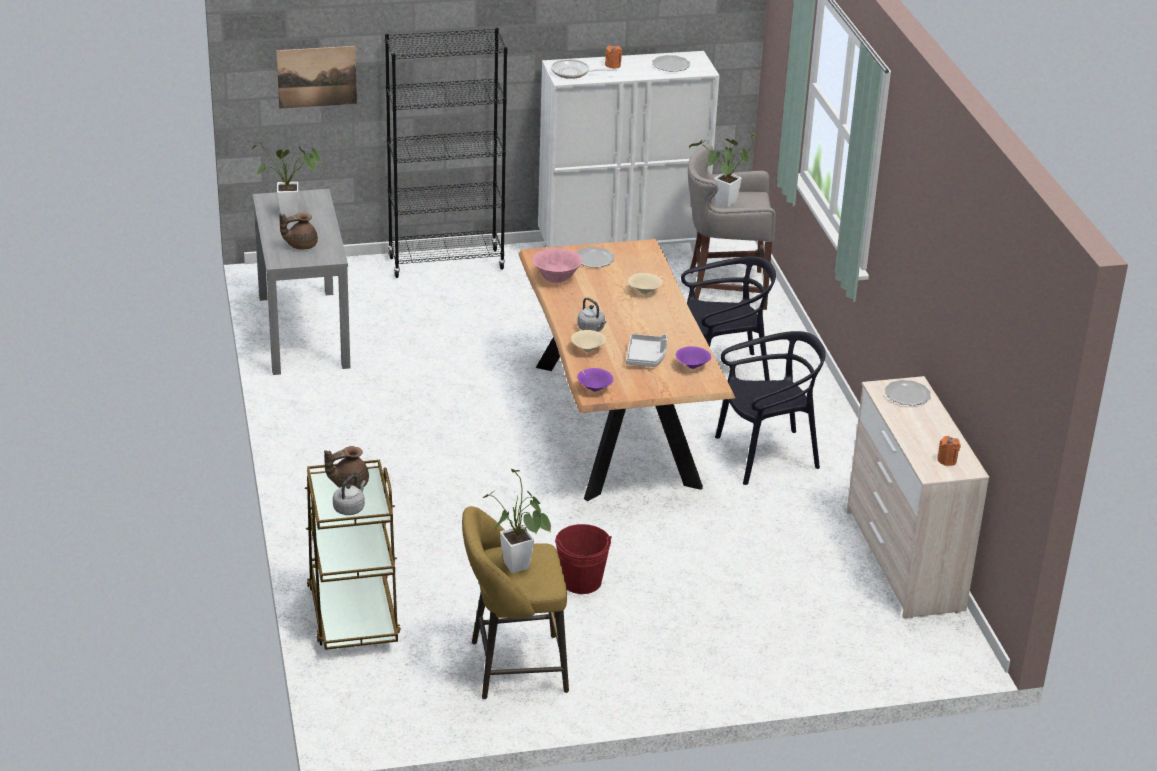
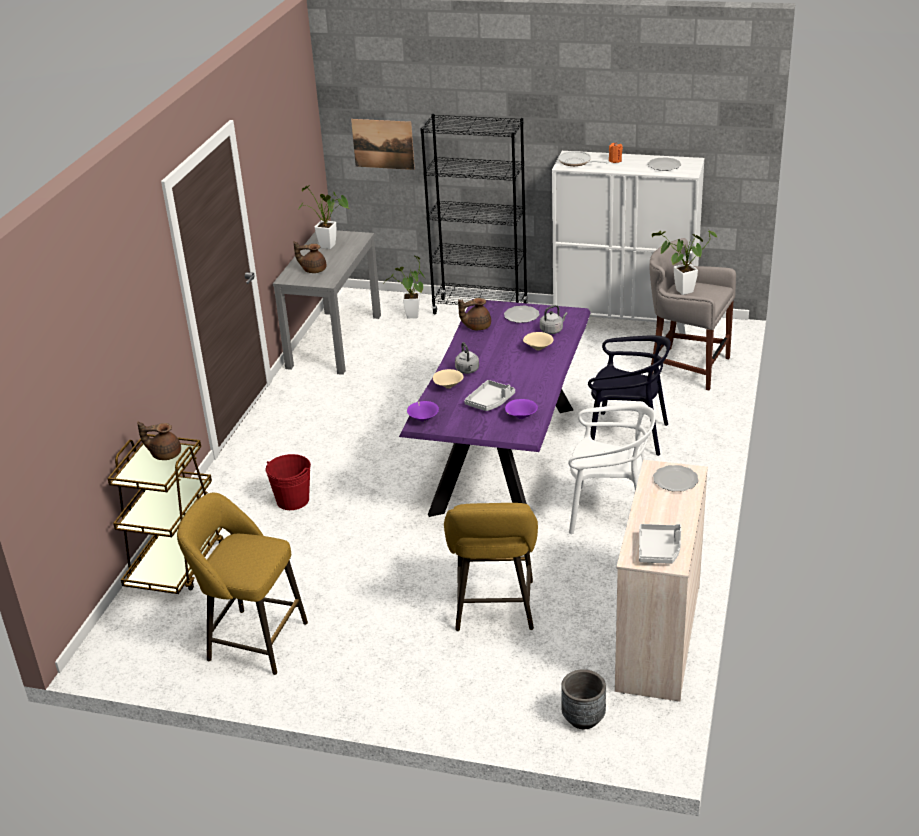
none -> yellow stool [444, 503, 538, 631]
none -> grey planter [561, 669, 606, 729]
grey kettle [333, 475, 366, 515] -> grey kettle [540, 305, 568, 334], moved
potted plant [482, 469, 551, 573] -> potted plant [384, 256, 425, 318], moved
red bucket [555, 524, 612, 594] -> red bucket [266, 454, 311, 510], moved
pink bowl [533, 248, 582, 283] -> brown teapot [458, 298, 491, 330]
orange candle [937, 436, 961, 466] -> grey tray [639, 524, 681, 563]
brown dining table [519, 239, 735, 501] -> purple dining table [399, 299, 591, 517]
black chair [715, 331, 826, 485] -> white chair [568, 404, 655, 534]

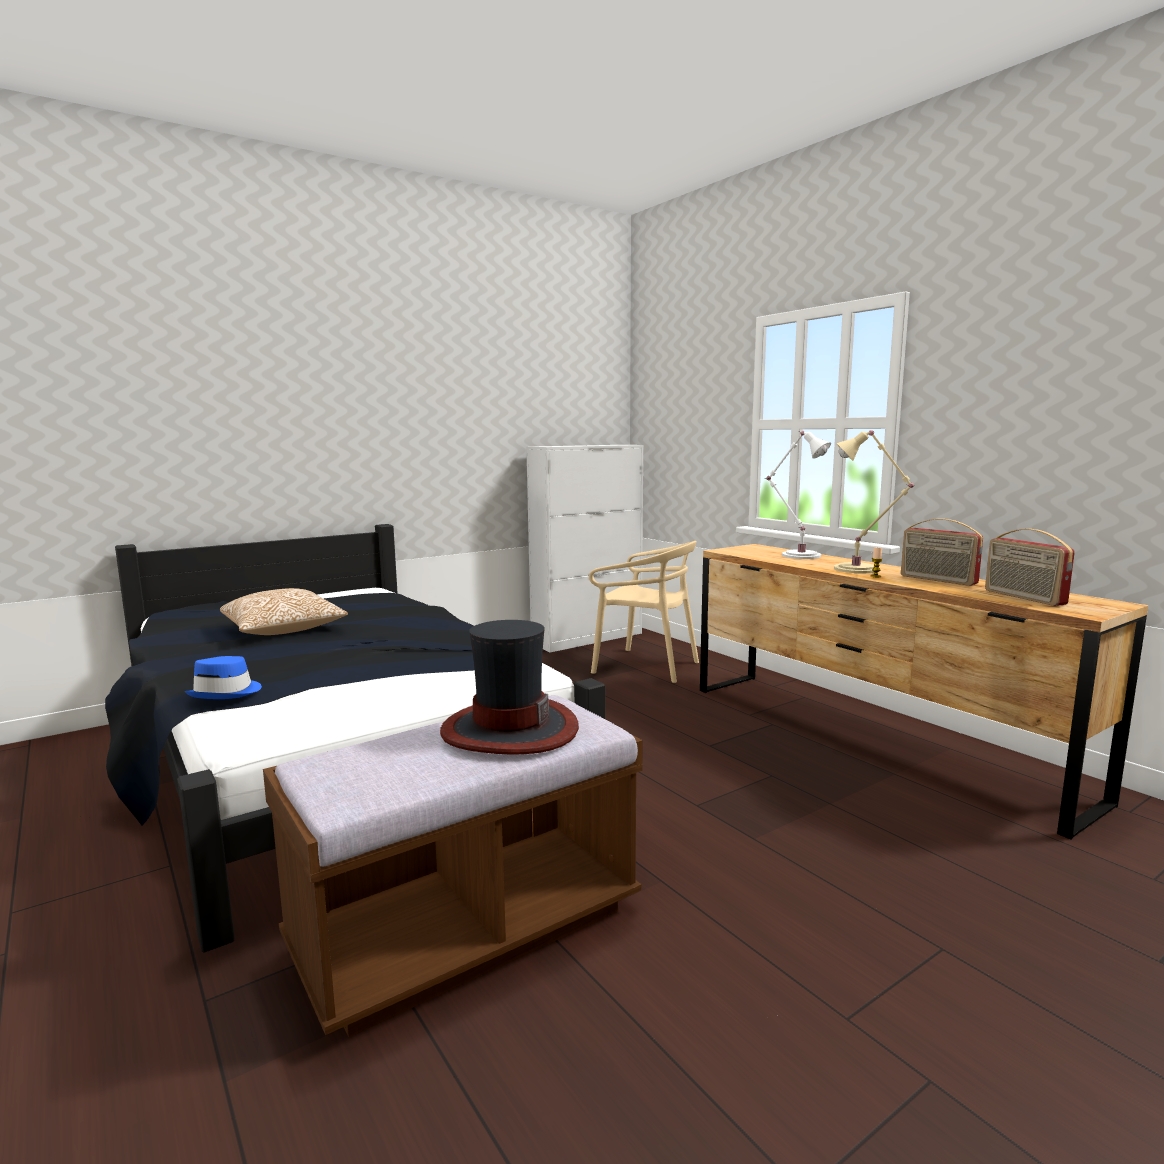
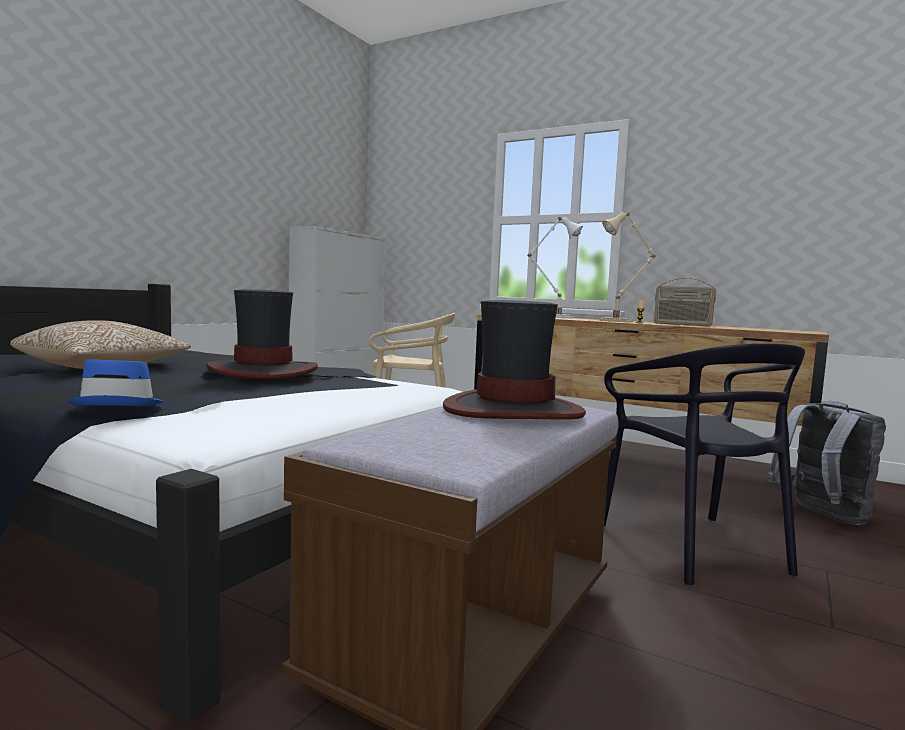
radio [985, 529, 1075, 606] -> none
none -> hat [207, 289, 318, 379]
none -> black chair [604, 344, 805, 585]
none -> grey backpack [767, 401, 886, 525]

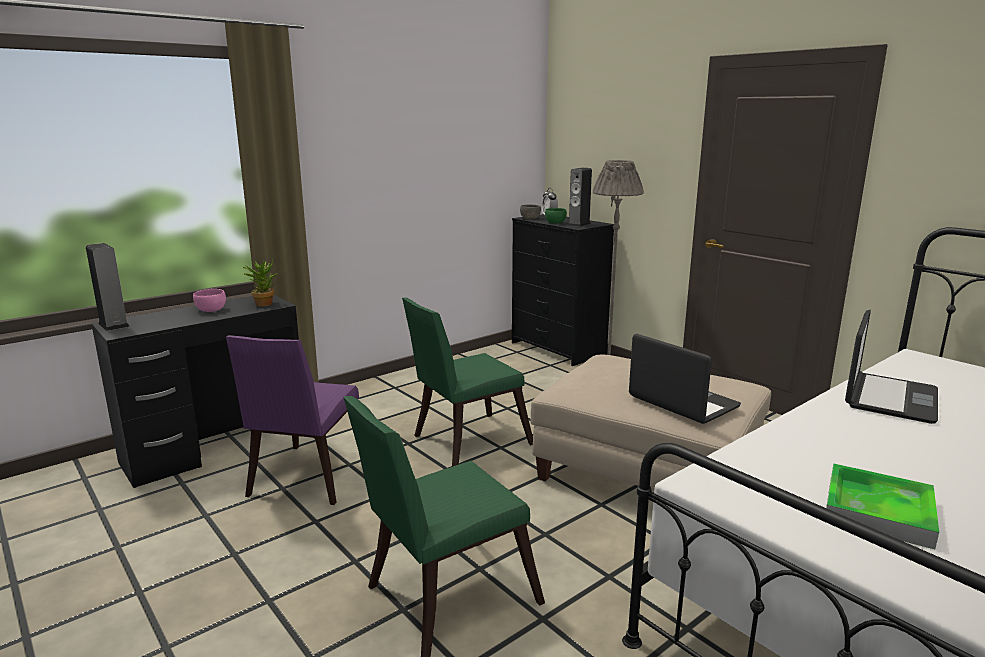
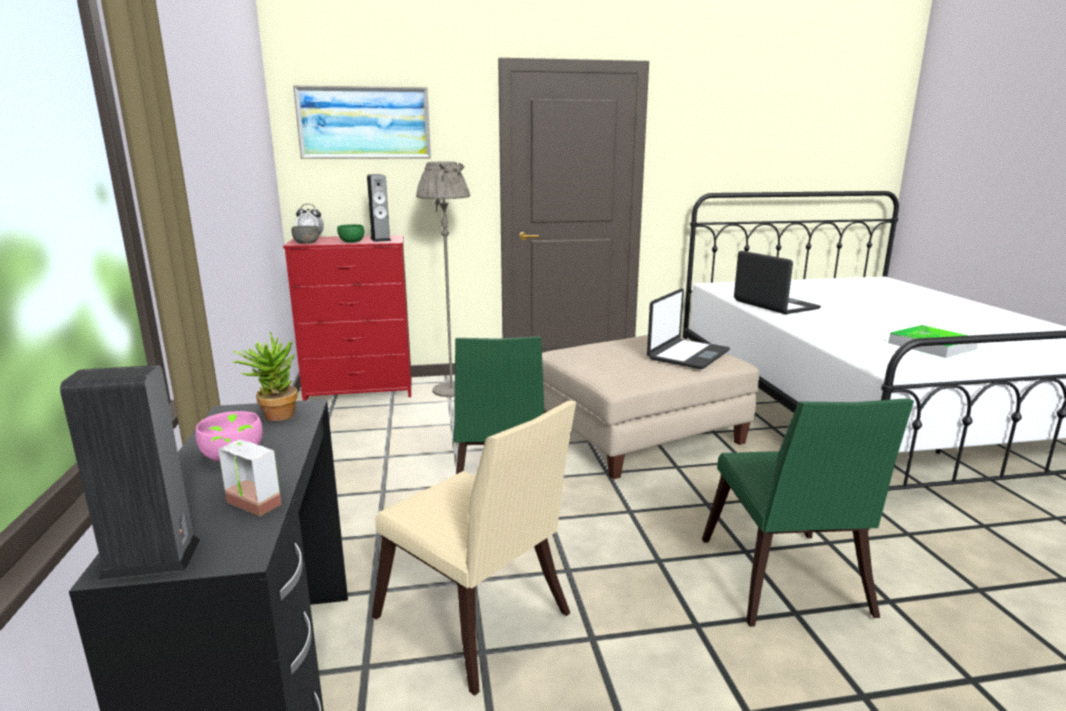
none -> potted plant [209, 414, 281, 516]
none -> picture [293, 85, 431, 159]
purple chair [226, 335, 359, 505] -> beige chair [372, 401, 576, 696]
black dresser [512, 214, 614, 366] -> red dresser [283, 235, 412, 401]
laptop [629, 334, 741, 424] -> laptop [647, 288, 730, 369], 135 degrees clockwise

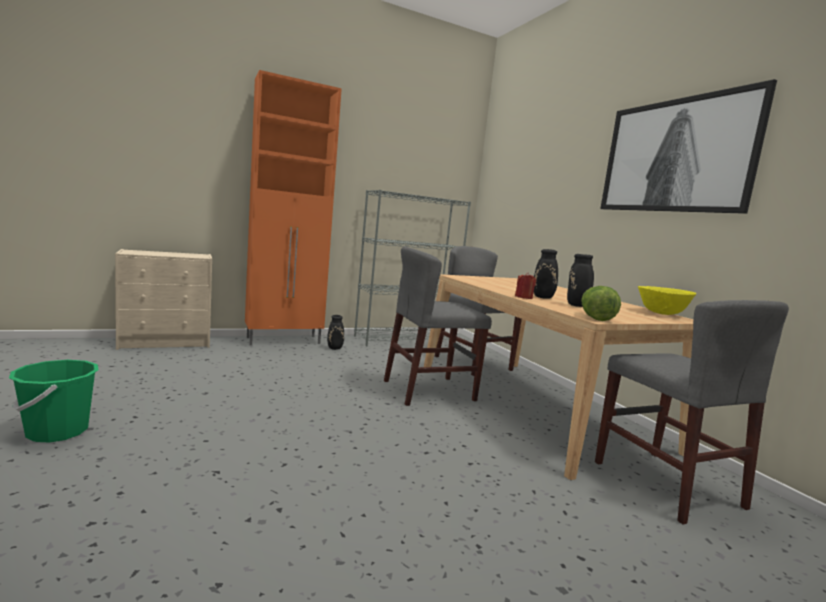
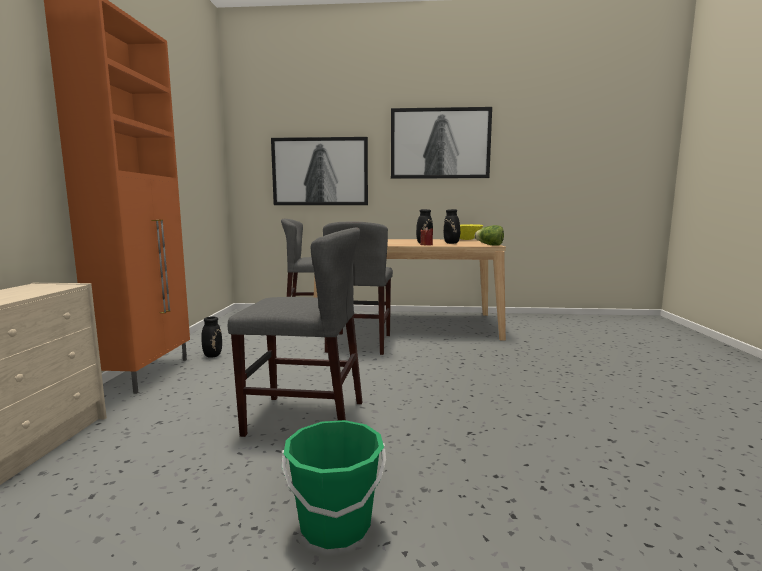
grey bookcase [354, 190, 471, 346] -> none
none -> picture [271, 137, 368, 205]
grey chair [595, 300, 789, 525] -> grey chair [228, 228, 362, 437], moved

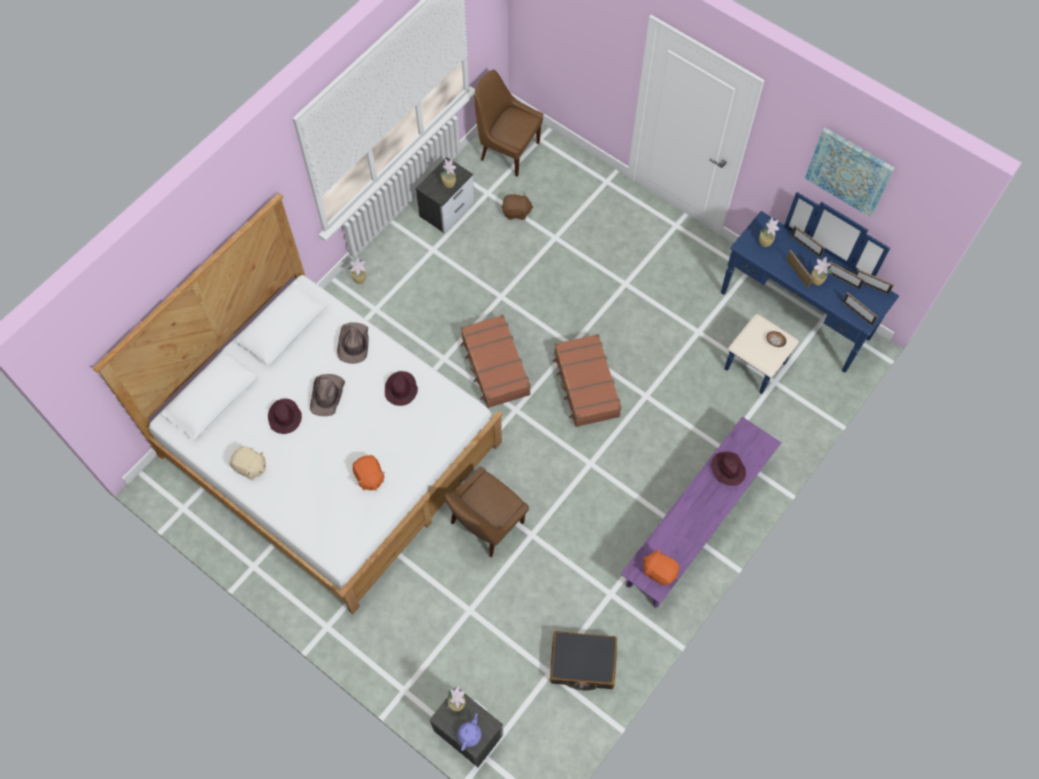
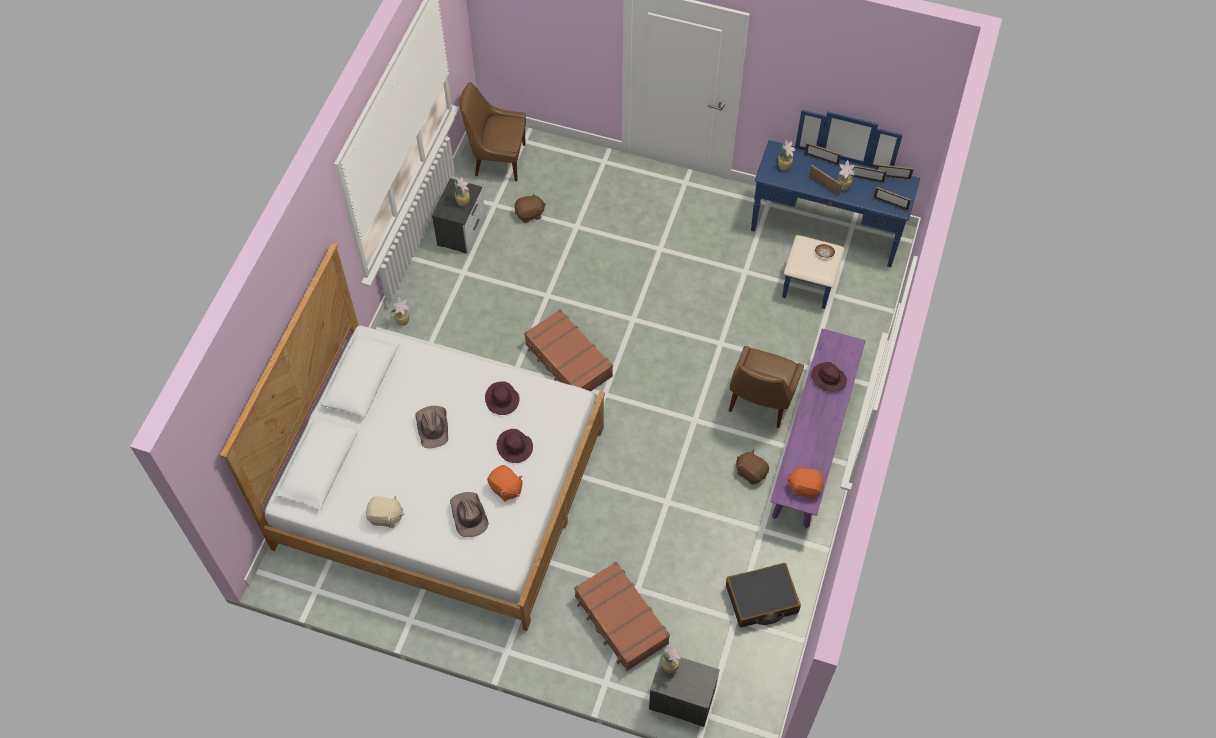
purple teapot [457, 713, 481, 751] -> none
picture [805, 128, 894, 217] -> none
none -> brown plush toy [736, 449, 769, 484]
purple hat [268, 399, 302, 434] -> purple hat [497, 429, 533, 463], moved
brown hat [337, 322, 369, 364] -> brown hat [450, 492, 489, 537], moved
brown chair [444, 467, 529, 557] -> brown chair [729, 346, 804, 428], moved
brown suitcase [553, 334, 622, 427] -> brown suitcase [574, 561, 670, 671], moved

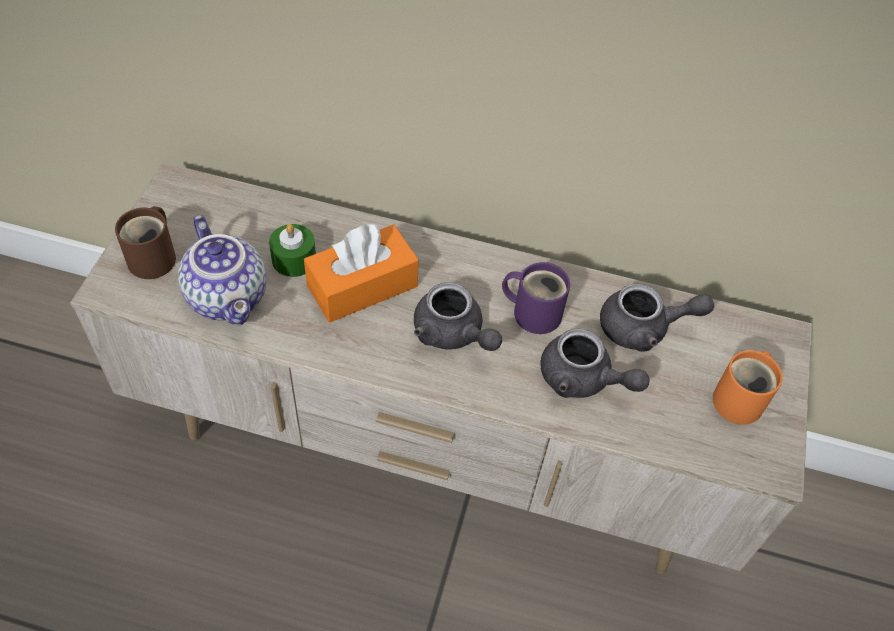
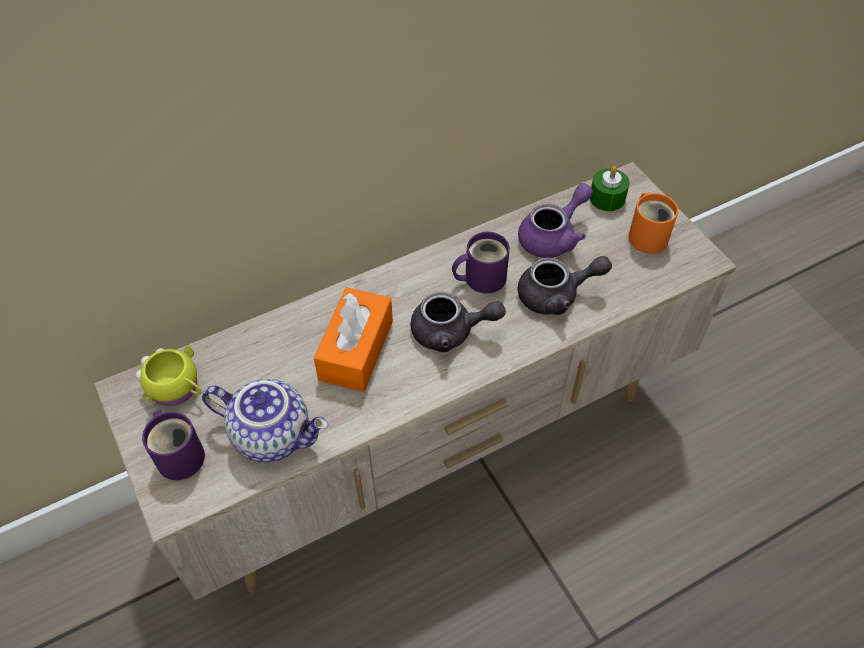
none -> yellow mug [135, 346, 202, 406]
green candle [269, 224, 316, 277] -> green candle [590, 166, 630, 211], moved
brown mug [115, 206, 176, 279] -> purple mug [142, 410, 205, 480]
grey teapot [600, 284, 714, 352] -> purple teapot [518, 183, 593, 258]

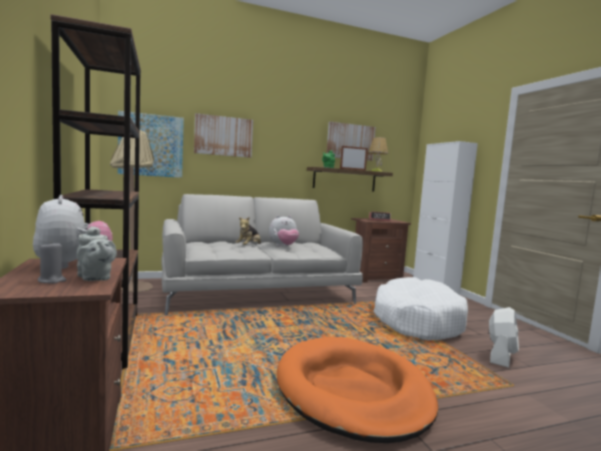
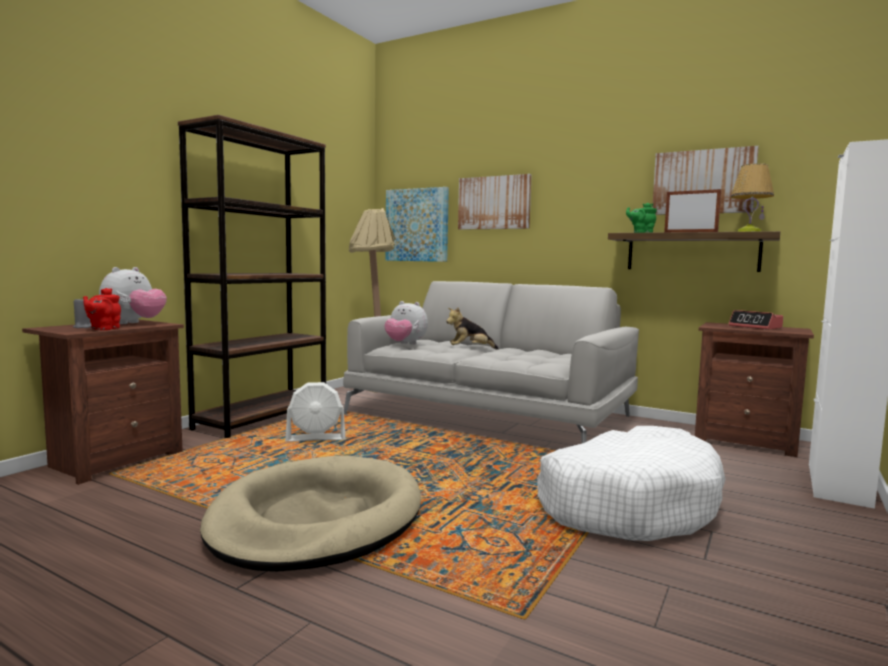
plush toy [269, 215, 299, 246] -> plush toy [384, 301, 428, 345], moved
white fan [489, 307, 519, 368] -> white fan [285, 382, 346, 441], moved
grey teapot [77, 226, 117, 281] -> red teapot [83, 288, 121, 330]
orange dog bed [276, 336, 438, 443] -> beige dog bed [200, 456, 421, 572]

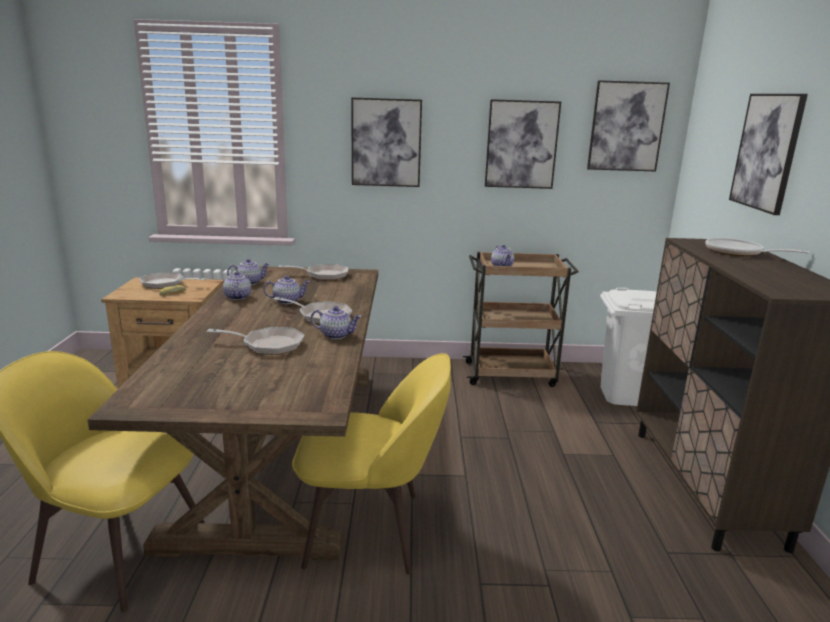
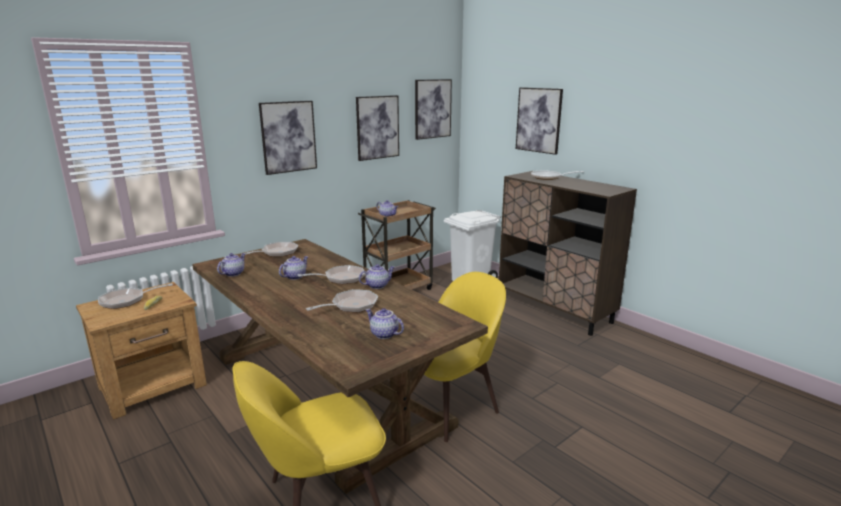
teapot [223, 272, 251, 300] -> teapot [366, 308, 404, 339], moved

